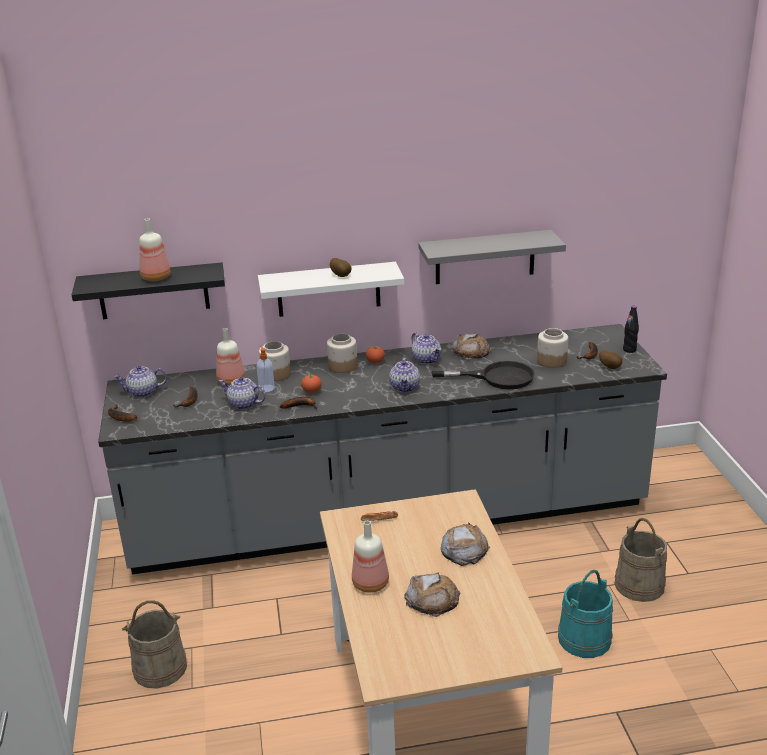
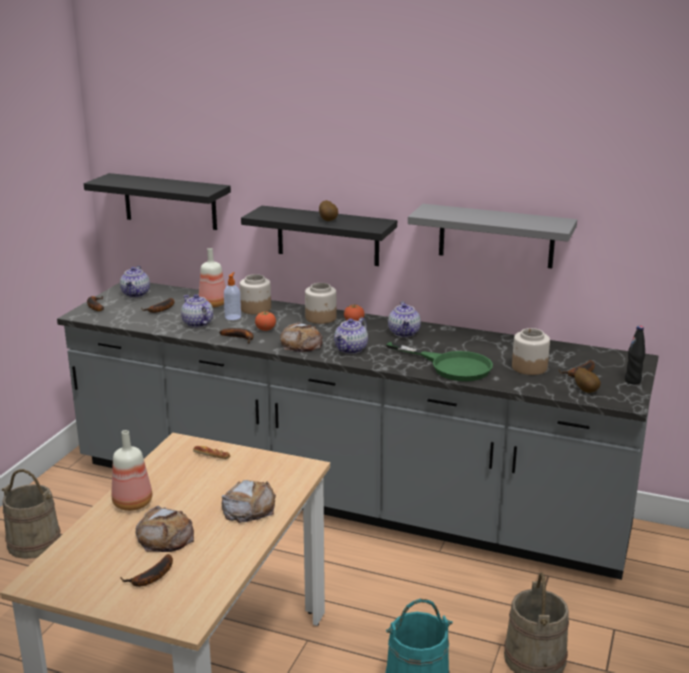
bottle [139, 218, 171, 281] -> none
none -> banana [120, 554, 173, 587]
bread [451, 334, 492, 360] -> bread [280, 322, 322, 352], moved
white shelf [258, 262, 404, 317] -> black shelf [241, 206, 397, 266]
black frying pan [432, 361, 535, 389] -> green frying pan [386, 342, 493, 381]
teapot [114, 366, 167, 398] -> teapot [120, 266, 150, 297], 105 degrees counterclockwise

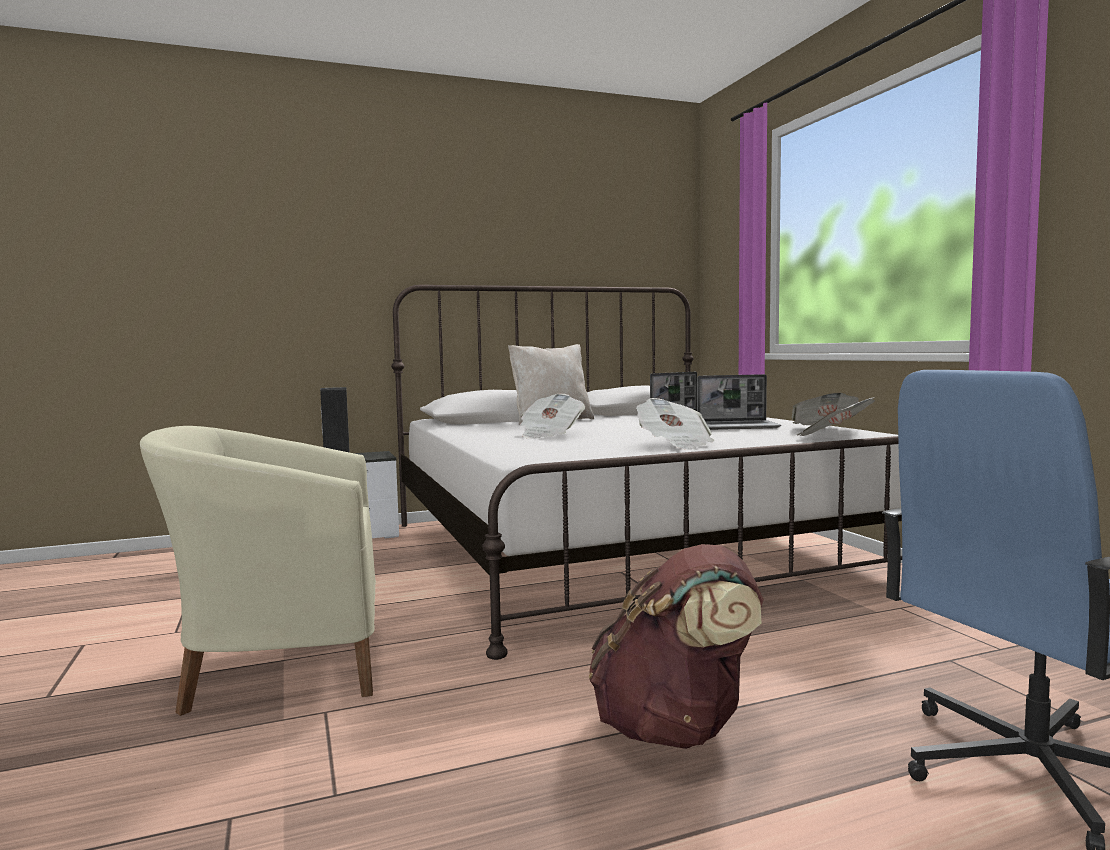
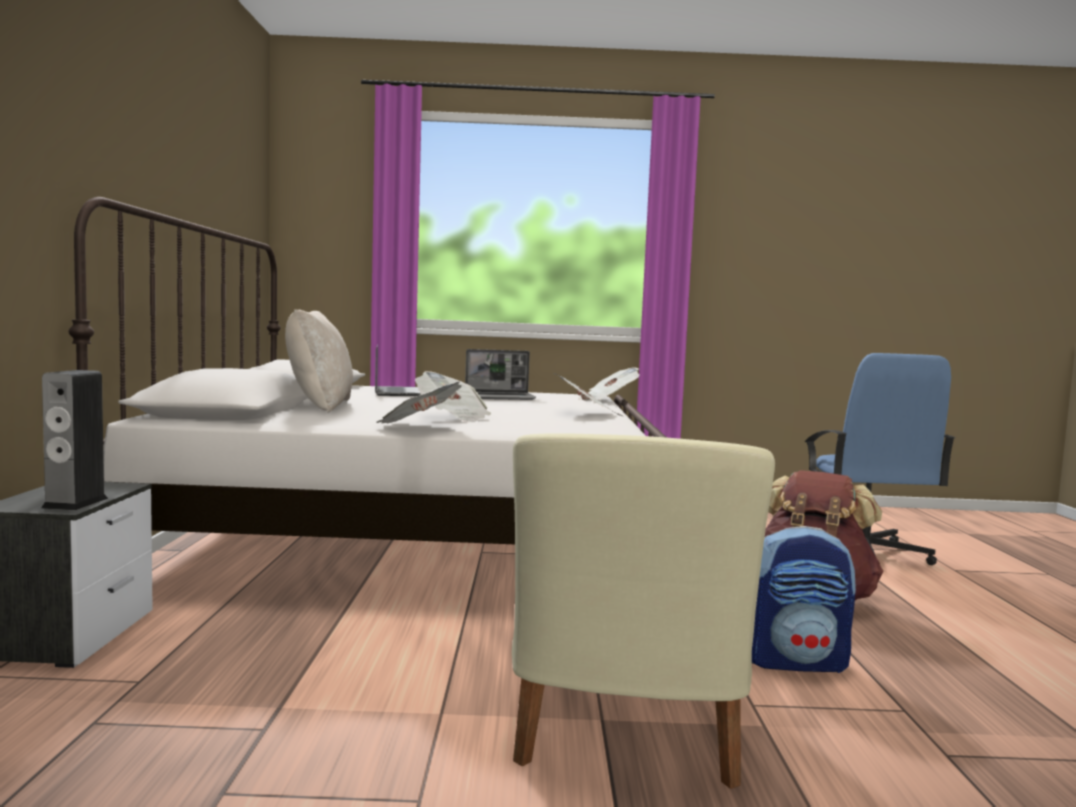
none -> backpack [752, 526, 856, 673]
newspaper [792, 393, 859, 425] -> newspaper [377, 381, 461, 424], moved
laptop [697, 374, 781, 430] -> laptop [465, 349, 536, 400], 60 degrees clockwise

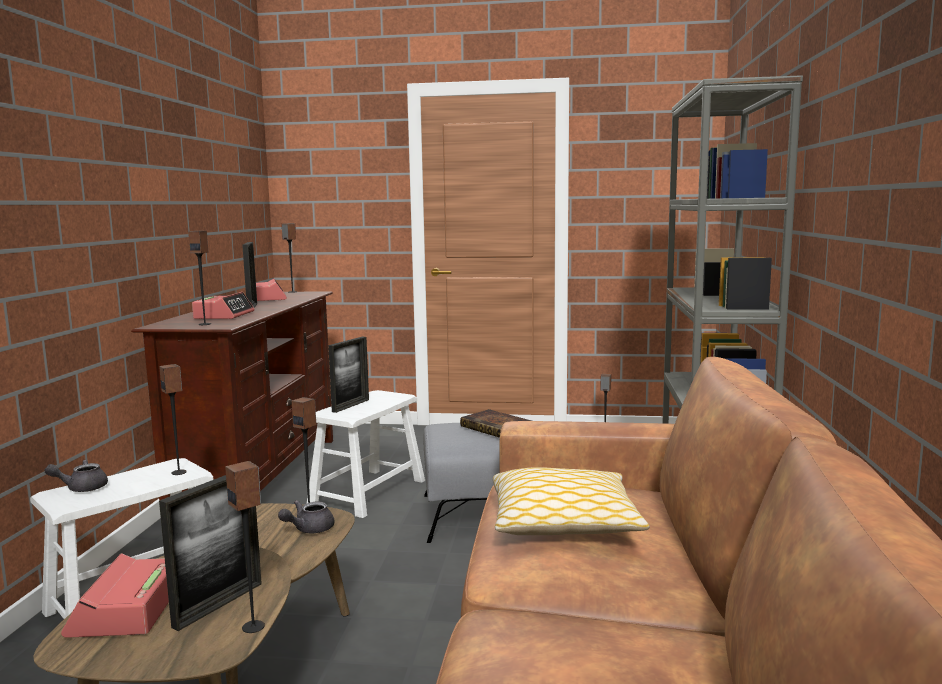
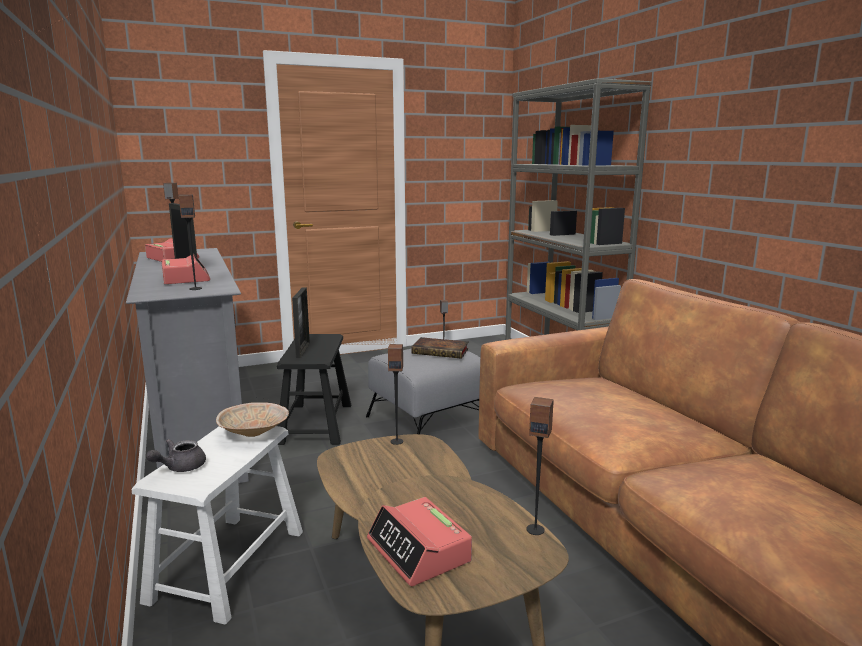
picture frame [159, 475, 262, 631] -> none
grey teapot [278, 500, 334, 533] -> none
pillow [493, 467, 650, 535] -> none
speaker [159, 364, 187, 475] -> beige bowl [216, 402, 289, 437]
brown tv stand [131, 292, 333, 501] -> grey tv stand [126, 248, 249, 483]
white stool [307, 390, 425, 518] -> black stool [277, 334, 351, 445]

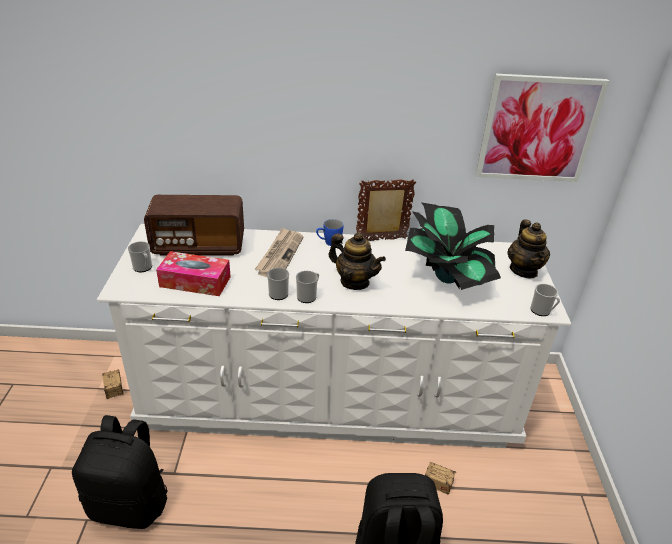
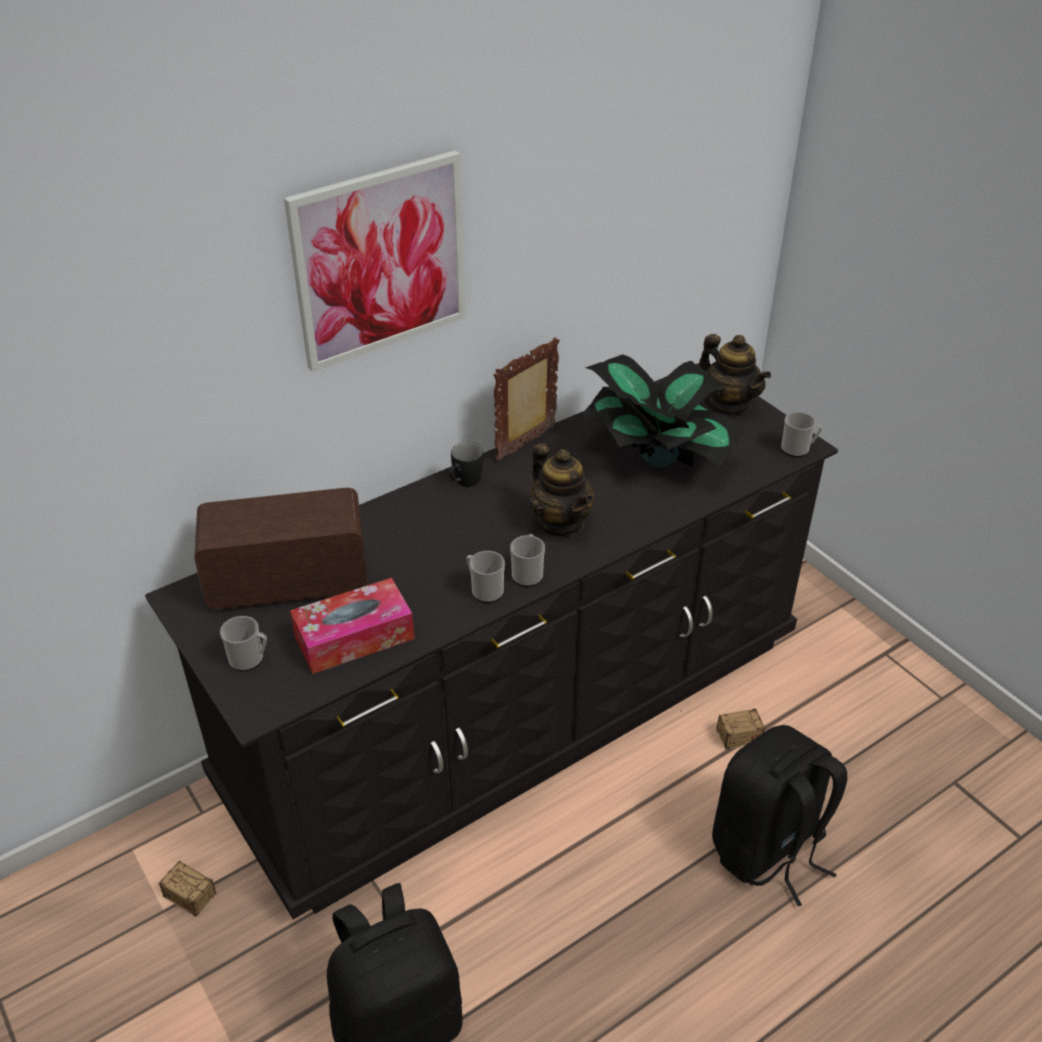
newspaper [254, 227, 304, 277] -> none
picture [476, 74, 609, 182] -> picture [284, 150, 466, 372], moved
white dresser [97, 224, 571, 448] -> black dresser [145, 363, 838, 919]
blue mug [316, 219, 343, 246] -> black mug [449, 442, 484, 487]
radio [144, 195, 244, 256] -> radio [194, 488, 368, 609], 150 degrees counterclockwise
teapot [329, 232, 386, 290] -> teapot [530, 443, 594, 537], 60 degrees clockwise

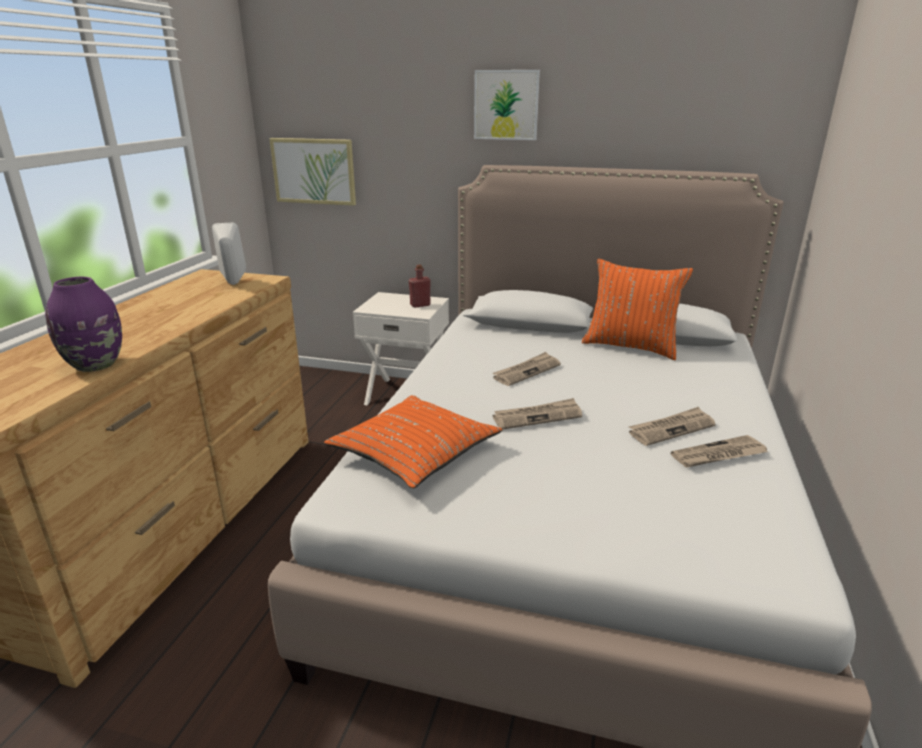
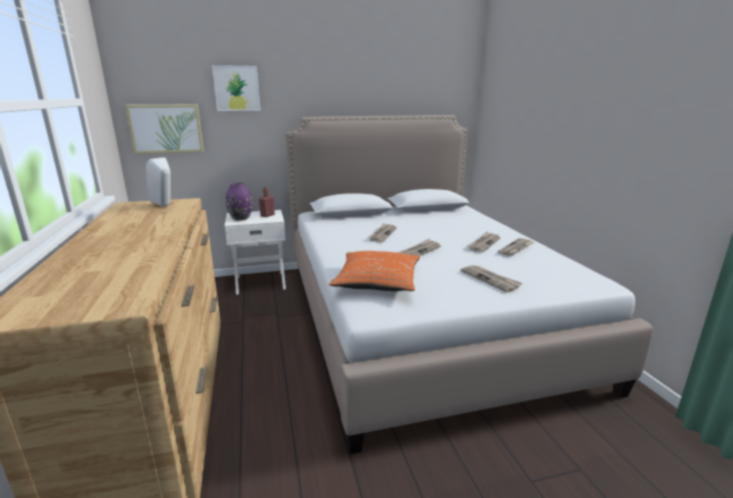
orange pillow [582, 259, 693, 360] -> none
none -> newspaper [460, 265, 523, 292]
purple vase [45, 277, 122, 372] -> purple vase [226, 183, 252, 221], moved
picture [474, 70, 540, 140] -> picture [212, 65, 261, 111], moved

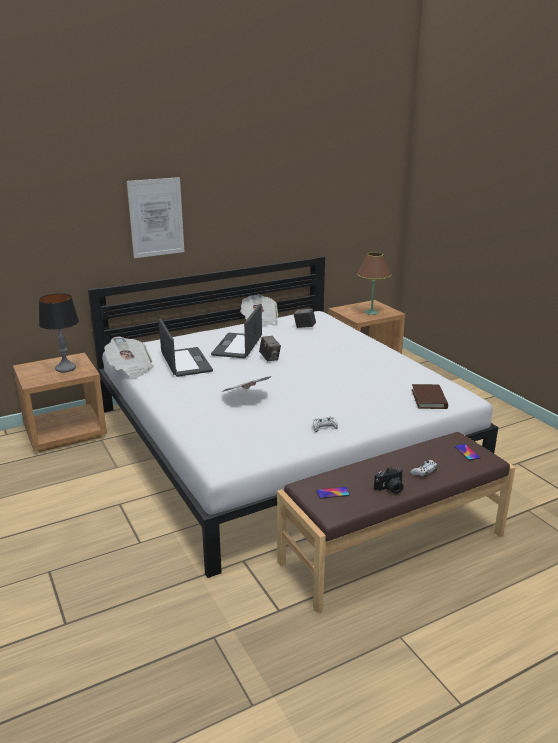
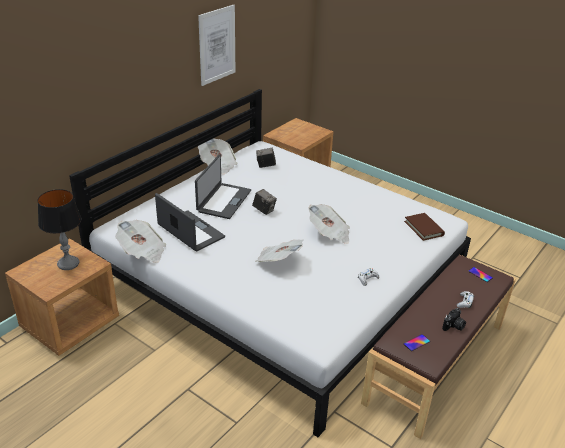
brown table lamp [357, 252, 391, 315] -> none
none -> newspaper [308, 204, 350, 244]
picture [127, 177, 184, 258] -> picture [198, 5, 235, 86], moved
laptop [211, 304, 262, 358] -> laptop [195, 154, 251, 219], 150 degrees counterclockwise

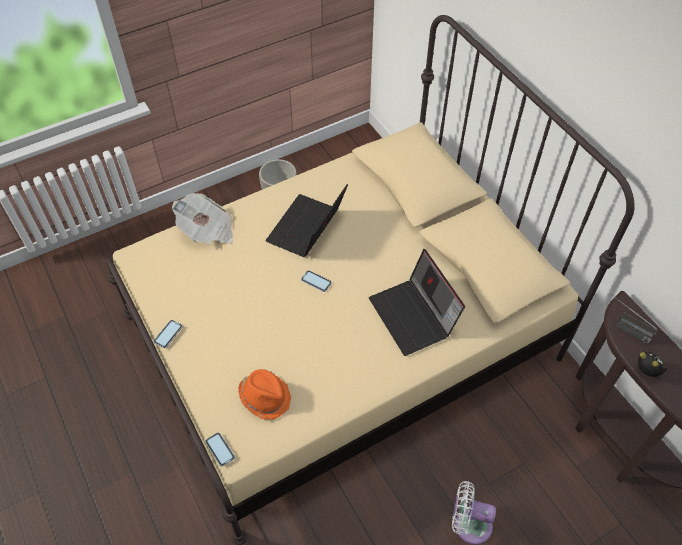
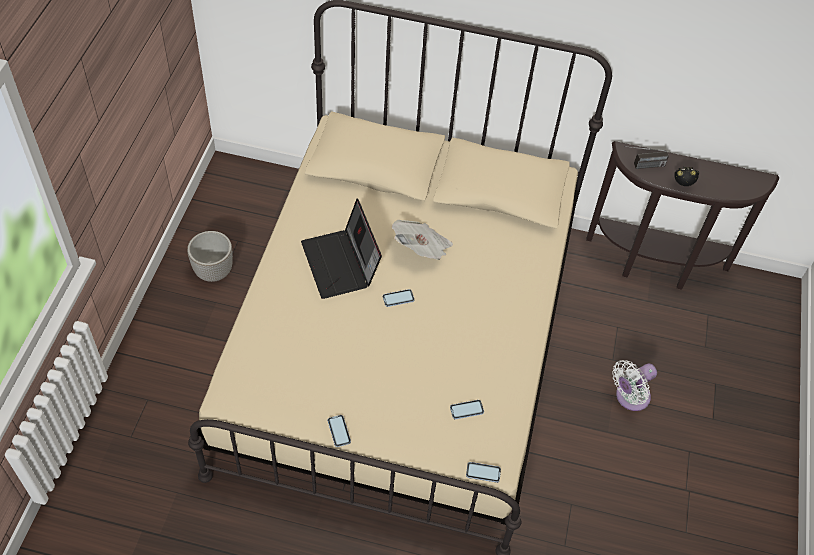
laptop [369, 249, 465, 356] -> none
newspaper [172, 193, 233, 245] -> newspaper [392, 220, 453, 260], moved
orange hat [238, 369, 291, 420] -> phone [450, 400, 484, 419]

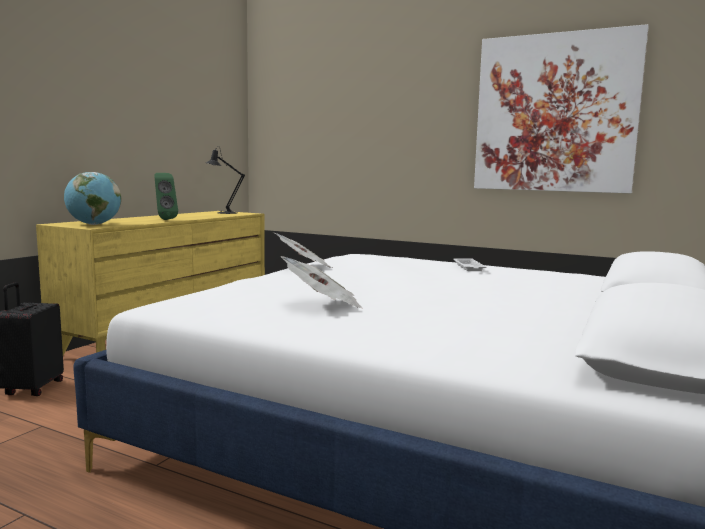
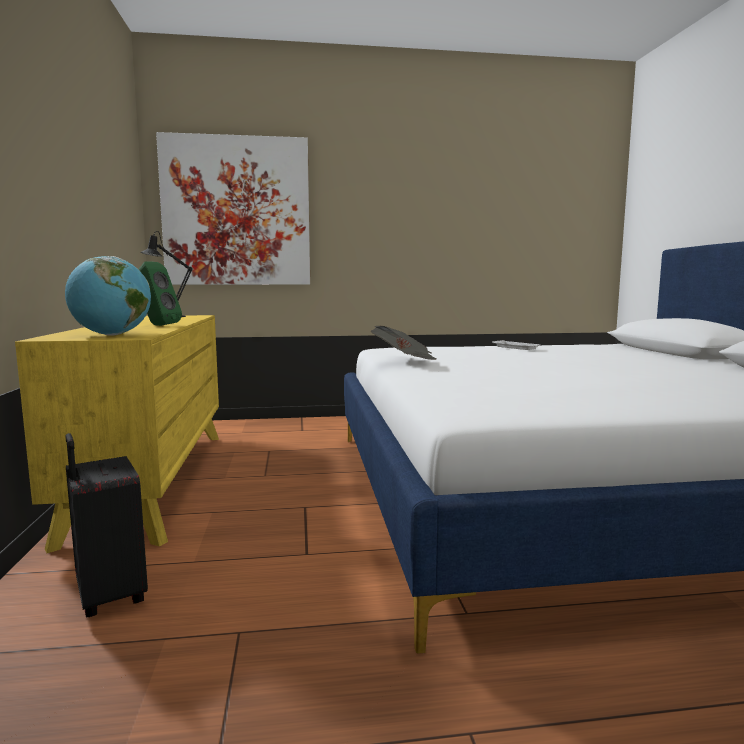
newspaper [280, 256, 362, 308] -> none
picture [474, 24, 649, 193] -> picture [156, 132, 310, 285], moved

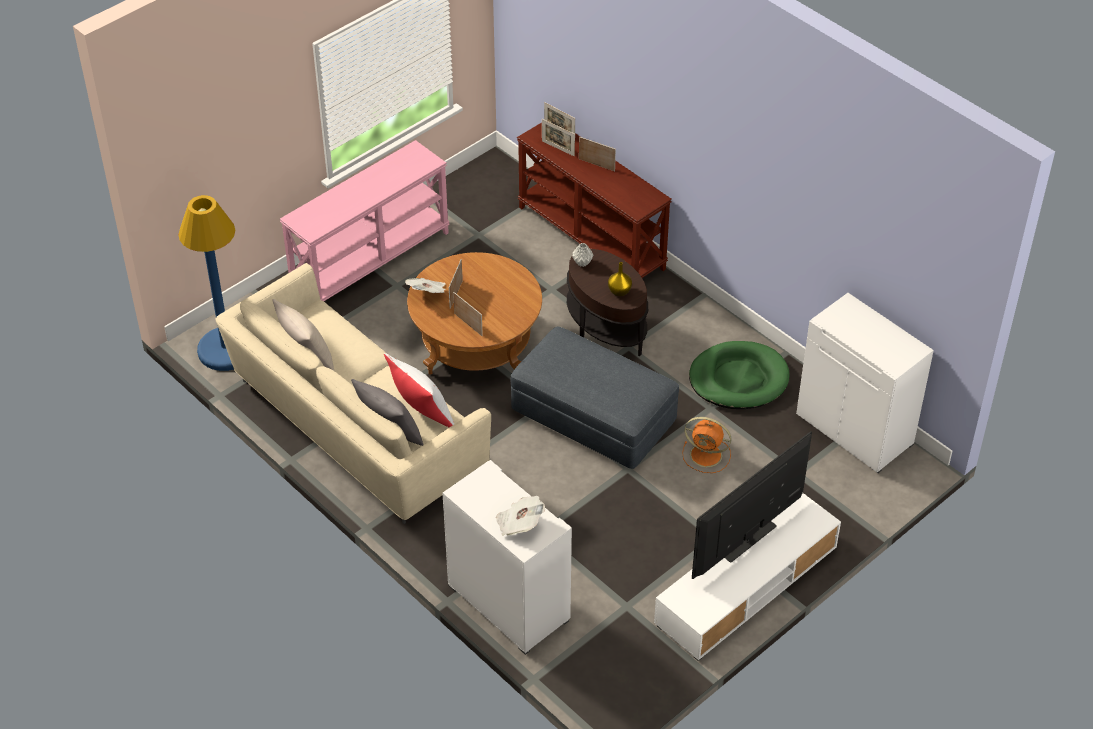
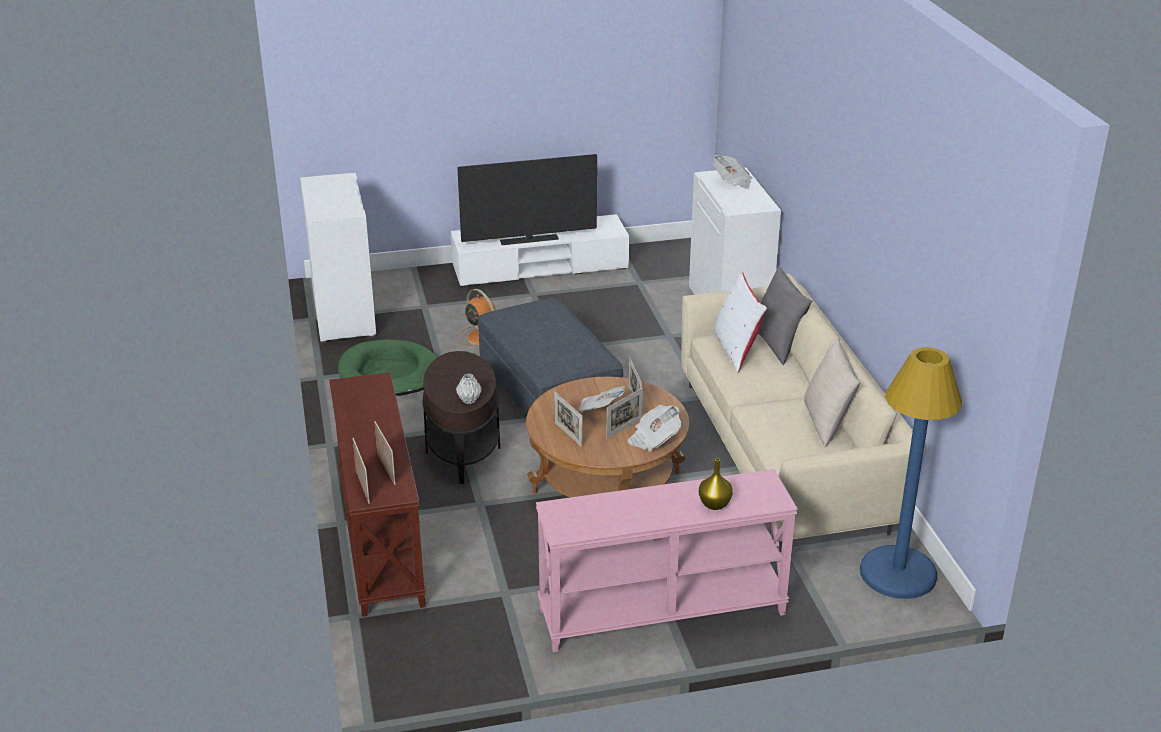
none -> newspaper [578, 386, 625, 411]
picture frame [579, 136, 616, 171] -> picture frame [554, 392, 582, 447], moved
yellow vase [608, 262, 632, 296] -> yellow vase [699, 458, 733, 510], moved

